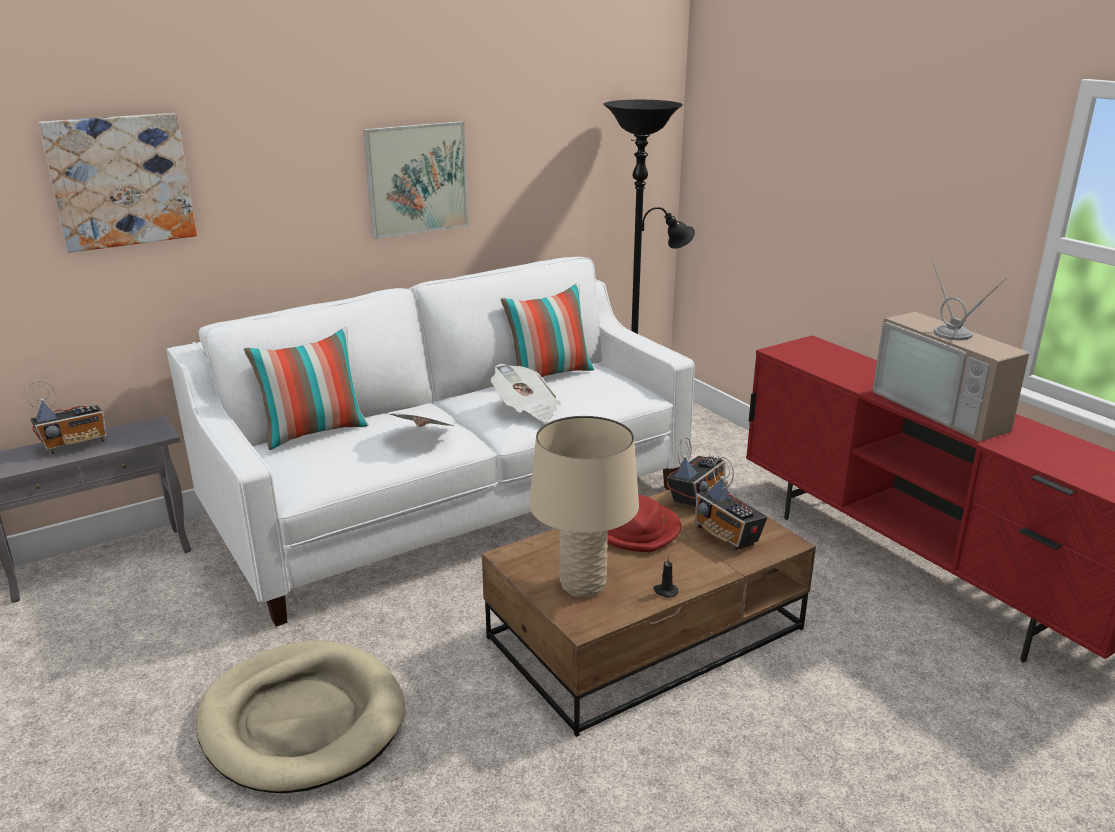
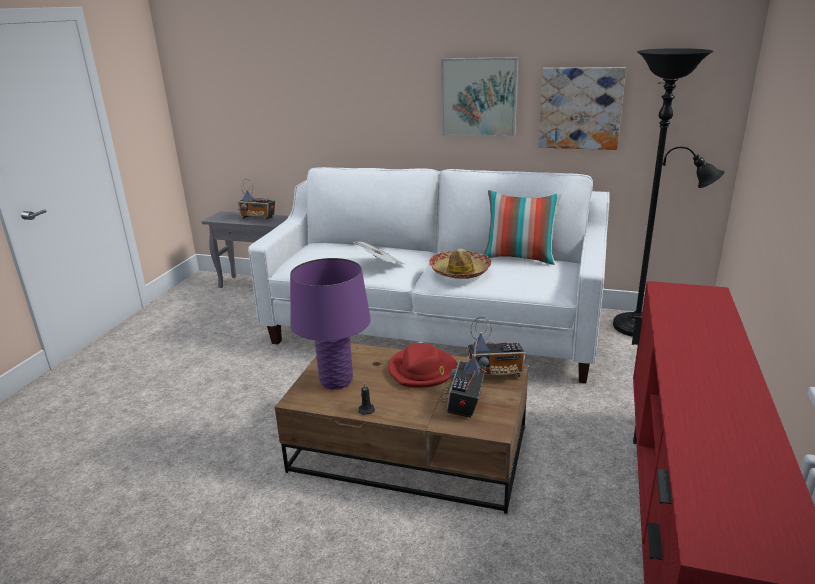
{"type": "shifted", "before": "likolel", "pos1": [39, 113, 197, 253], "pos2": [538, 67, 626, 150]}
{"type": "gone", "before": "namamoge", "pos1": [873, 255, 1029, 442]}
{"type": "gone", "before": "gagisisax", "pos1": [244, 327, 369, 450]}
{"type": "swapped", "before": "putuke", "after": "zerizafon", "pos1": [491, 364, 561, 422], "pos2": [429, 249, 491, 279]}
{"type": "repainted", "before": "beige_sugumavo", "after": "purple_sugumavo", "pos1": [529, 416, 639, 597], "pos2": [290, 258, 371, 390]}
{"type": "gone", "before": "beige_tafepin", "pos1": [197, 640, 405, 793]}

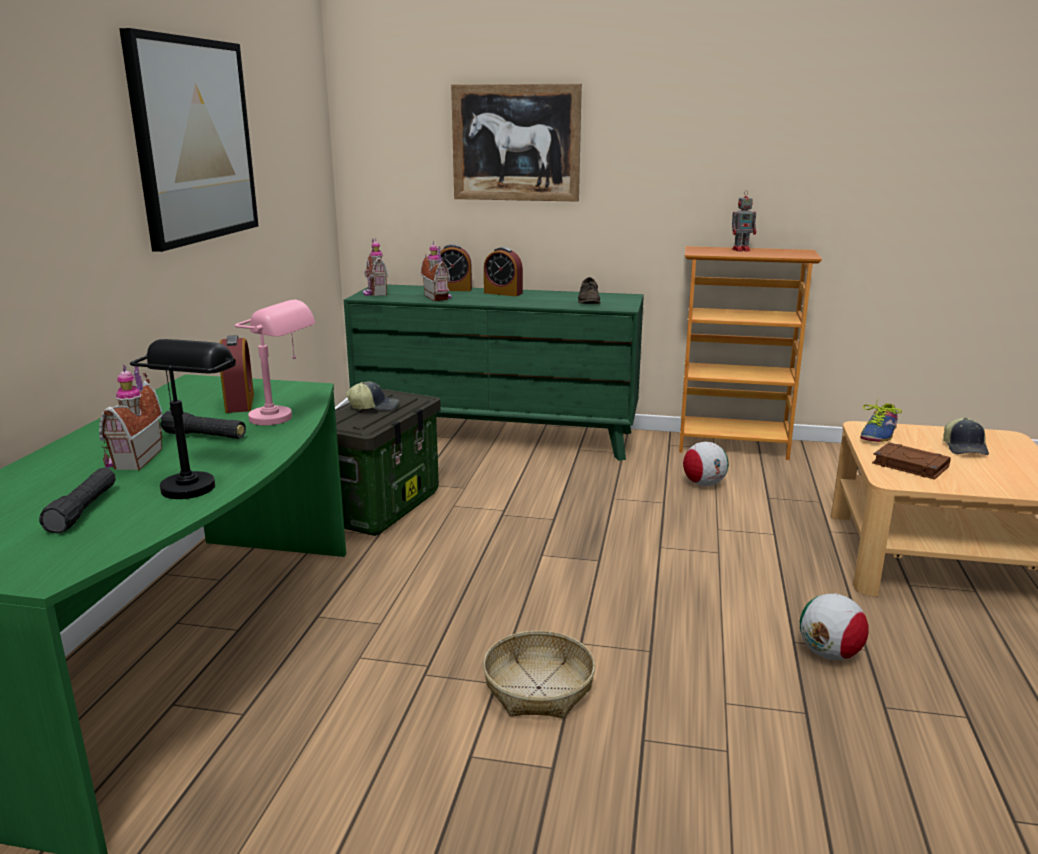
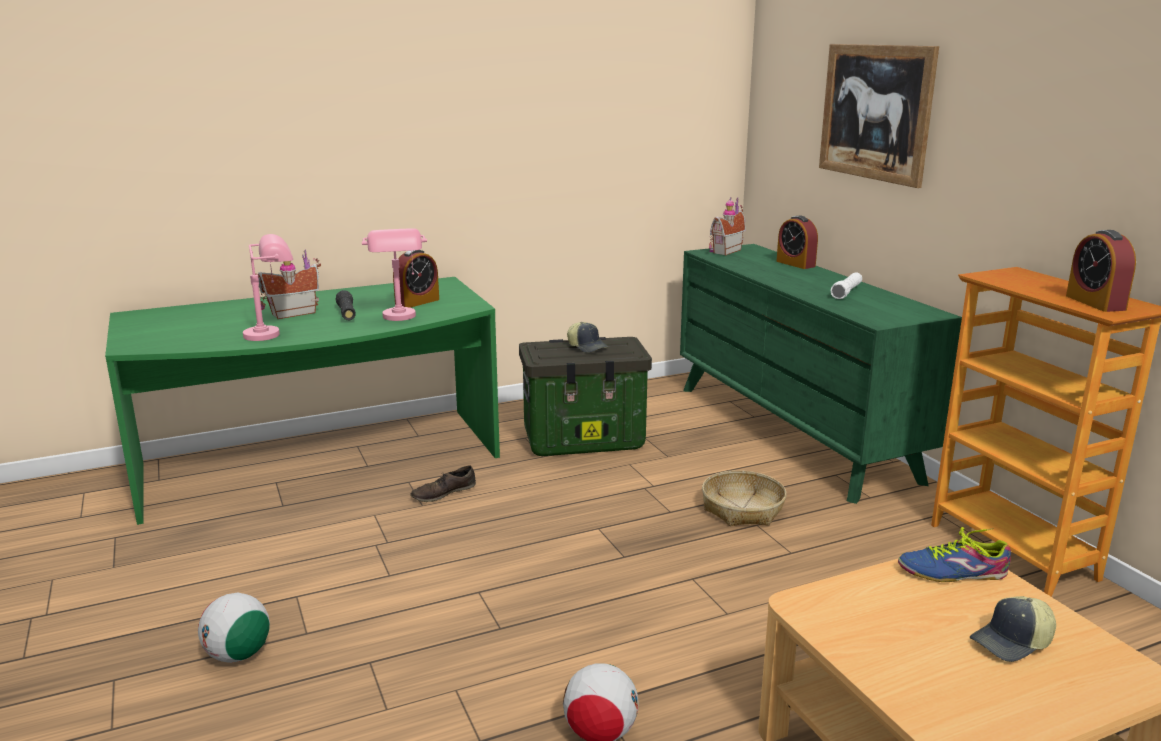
{"type": "gone", "before": "likolel", "pos1": [119, 28, 259, 252]}
{"type": "gone", "before": "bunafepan", "pos1": [732, 190, 756, 252]}
{"type": "gone", "before": "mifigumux", "pos1": [420, 241, 451, 301]}
{"type": "shifted", "before": "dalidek", "pos1": [484, 247, 523, 296], "pos2": [1066, 230, 1136, 312]}
{"type": "shifted", "before": "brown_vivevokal", "pos1": [578, 277, 601, 304], "pos2": [410, 466, 476, 502]}
{"type": "repainted", "before": "black_sugumavo", "after": "pink_sugumavo", "pos1": [130, 339, 236, 499], "pos2": [243, 234, 293, 341]}
{"type": "shifted", "before": "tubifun", "pos1": [683, 442, 729, 486], "pos2": [198, 592, 270, 663]}
{"type": "gone", "before": "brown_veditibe", "pos1": [872, 442, 951, 479]}
{"type": "gone", "before": "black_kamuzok", "pos1": [39, 468, 116, 534]}
{"type": "shifted", "before": "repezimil", "pos1": [483, 631, 595, 718], "pos2": [702, 470, 787, 526]}
{"type": "new", "after": "white_kamuzok", "pos2": [831, 273, 862, 299]}

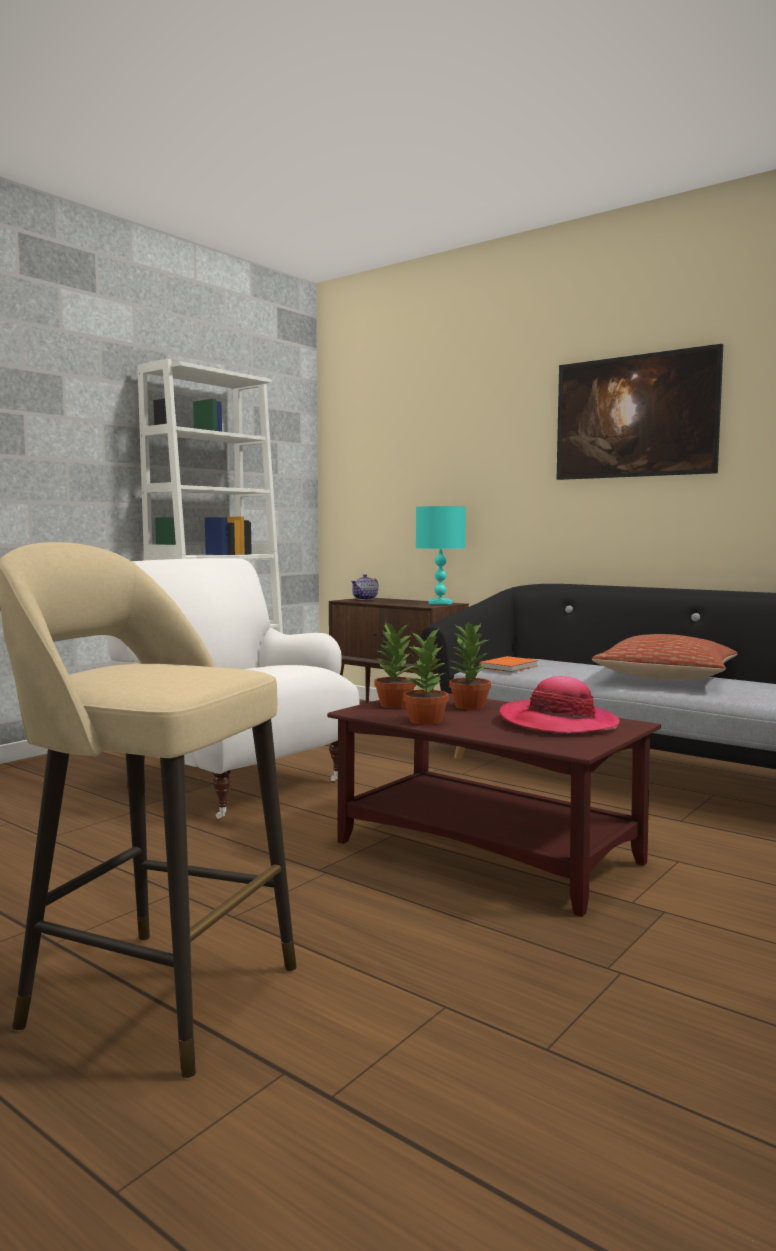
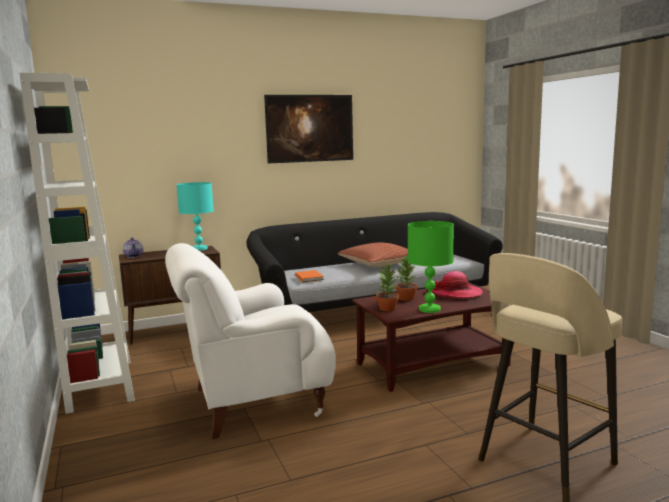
{"type": "swapped", "before": "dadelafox", "after": "green_sugumavo", "pos1": [404, 628, 449, 725], "pos2": [408, 221, 454, 313]}

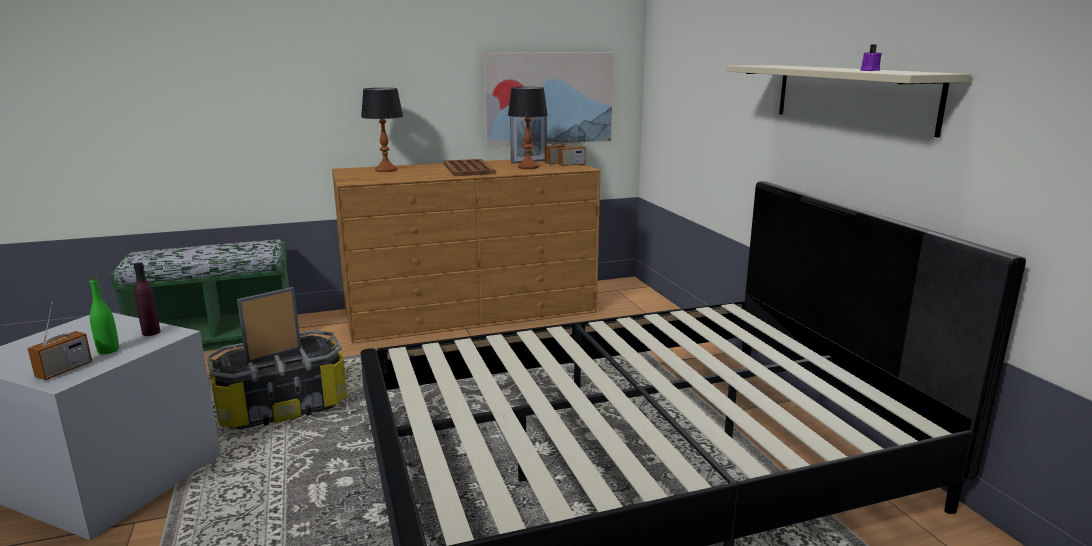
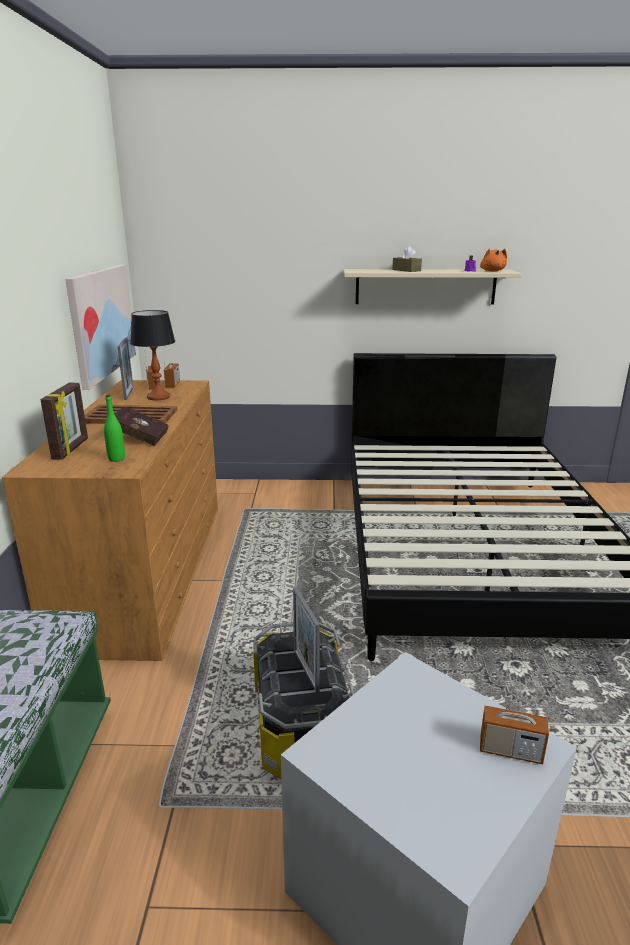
{"type": "swapped", "before": "sugumavo", "after": "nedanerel", "pos1": [361, 88, 403, 172], "pos2": [40, 383, 88, 460]}
{"type": "gone", "before": "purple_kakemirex", "pos1": [133, 262, 161, 336]}
{"type": "shifted", "before": "green_kakemirex", "pos1": [90, 277, 119, 354], "pos2": [104, 395, 125, 462]}
{"type": "rotated", "before": "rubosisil", "pos1": [27, 302, 92, 380], "pos2": [480, 675, 549, 764], "turn": 150}
{"type": "new", "after": "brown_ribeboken", "pos2": [392, 246, 422, 272]}
{"type": "new", "after": "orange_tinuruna", "pos2": [480, 248, 507, 272]}
{"type": "new", "after": "red_veditibe", "pos2": [115, 406, 169, 446]}

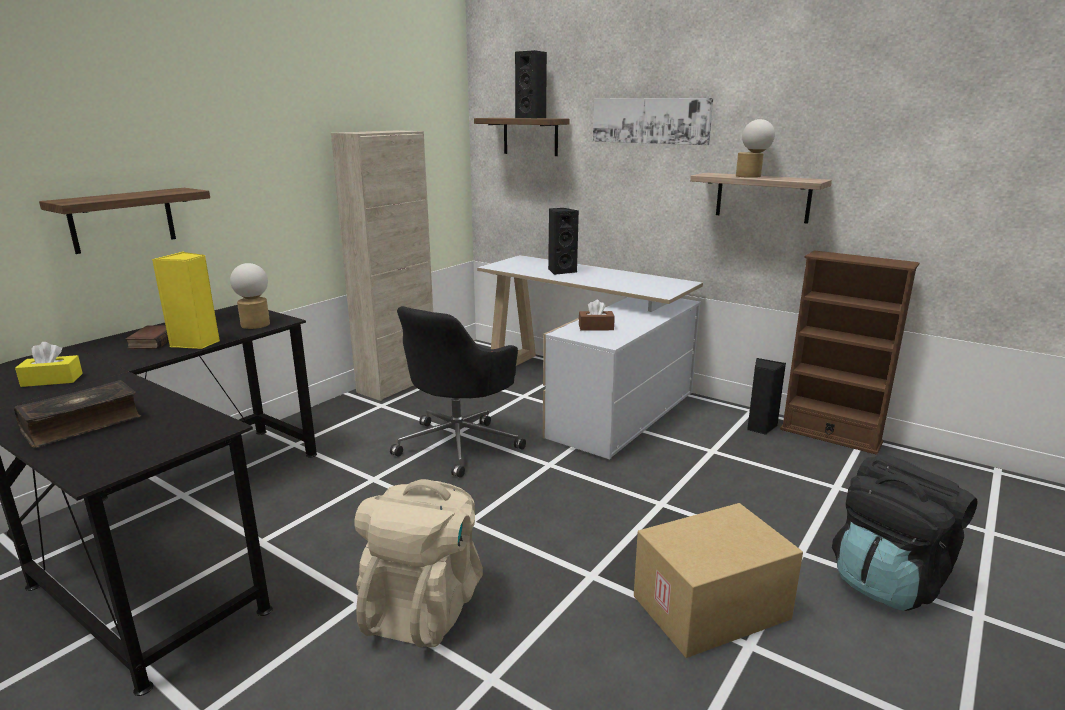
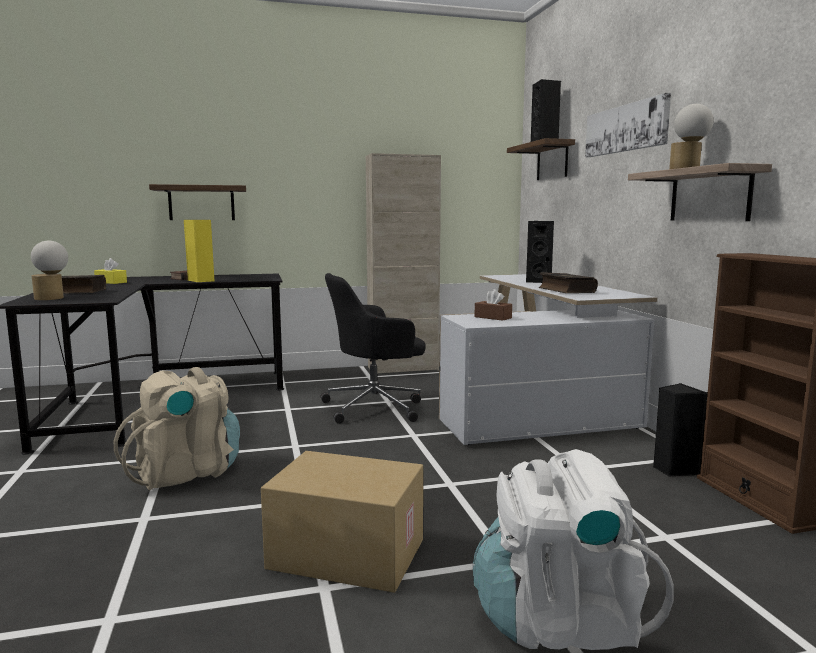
{"type": "shifted", "before": "sugumavo", "pos1": [230, 263, 270, 329], "pos2": [31, 241, 68, 300]}
{"type": "repainted", "before": "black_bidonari", "after": "white_bidonari", "pos1": [832, 454, 977, 611], "pos2": [473, 449, 674, 650]}
{"type": "new", "after": "veditibe", "pos2": [539, 272, 598, 293]}

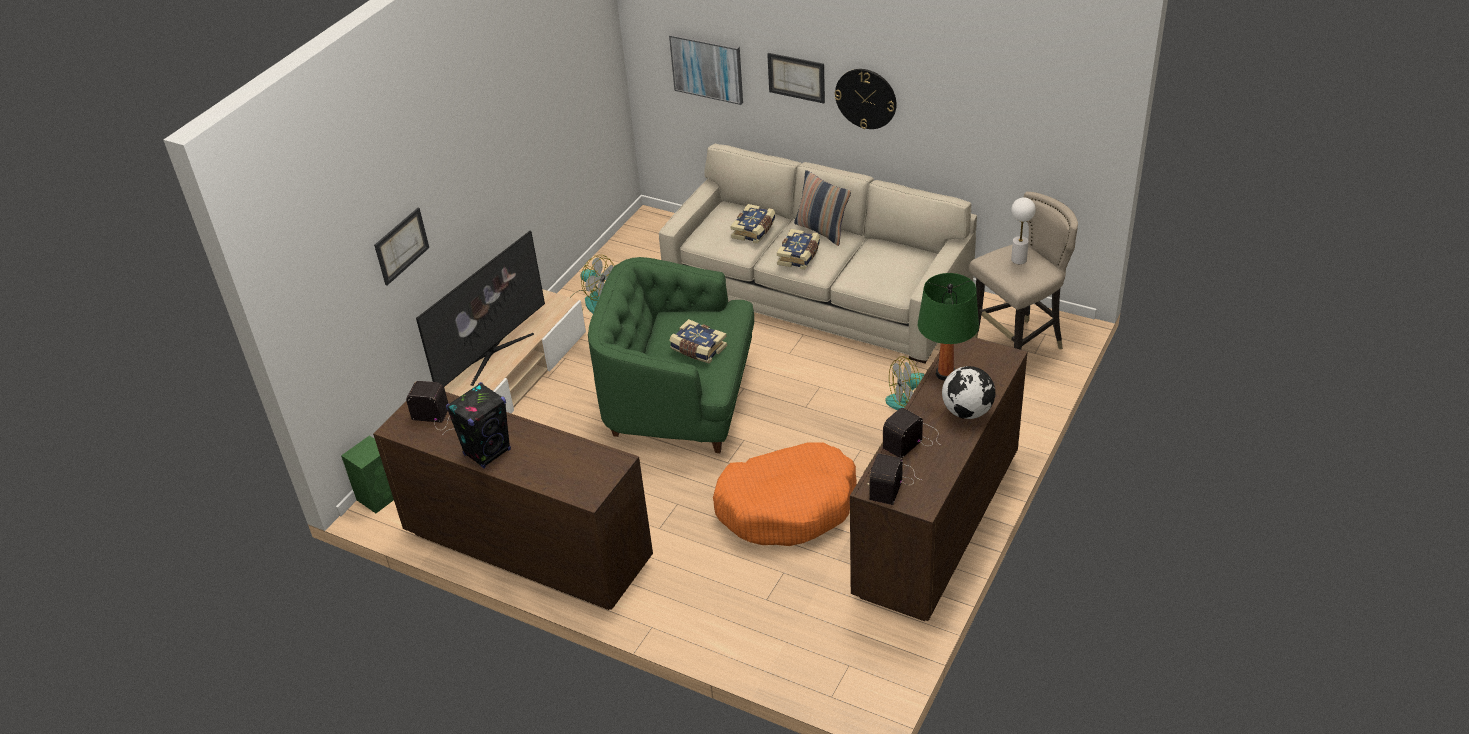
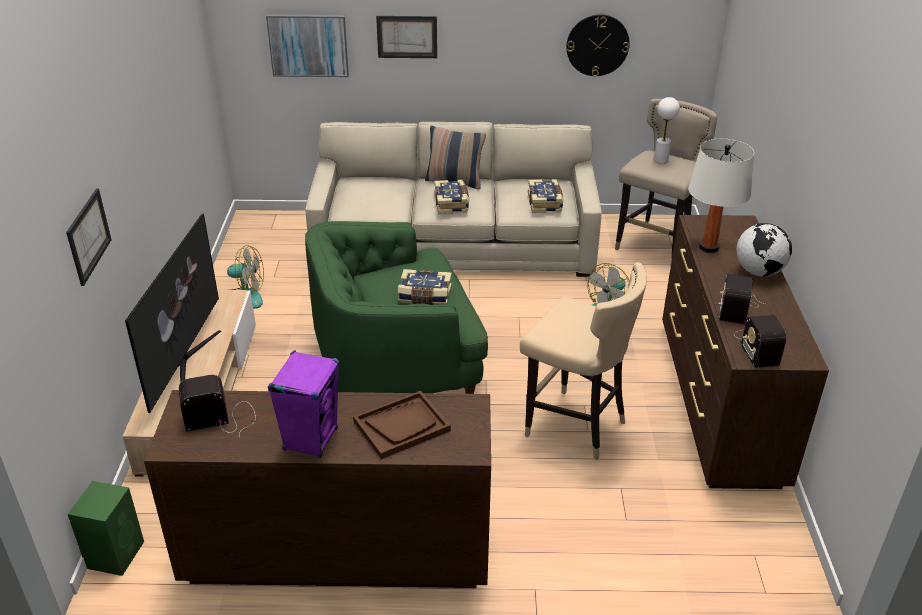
{"type": "shifted", "before": "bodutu", "pos1": [835, 69, 897, 129], "pos2": [566, 14, 630, 77]}
{"type": "shifted", "before": "veditibe", "pos1": [730, 204, 776, 244], "pos2": [528, 179, 563, 213]}
{"type": "repainted", "before": "green_sugumavo", "after": "white_sugumavo", "pos1": [918, 273, 979, 381], "pos2": [688, 139, 754, 253]}
{"type": "repainted", "before": "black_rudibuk", "after": "purple_rudibuk", "pos1": [446, 382, 511, 468], "pos2": [268, 350, 339, 458]}
{"type": "swapped", "before": "orange_tafepin", "after": "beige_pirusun", "pos1": [713, 442, 857, 546], "pos2": [520, 262, 647, 460]}
{"type": "new", "after": "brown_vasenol", "pos2": [353, 391, 451, 459]}

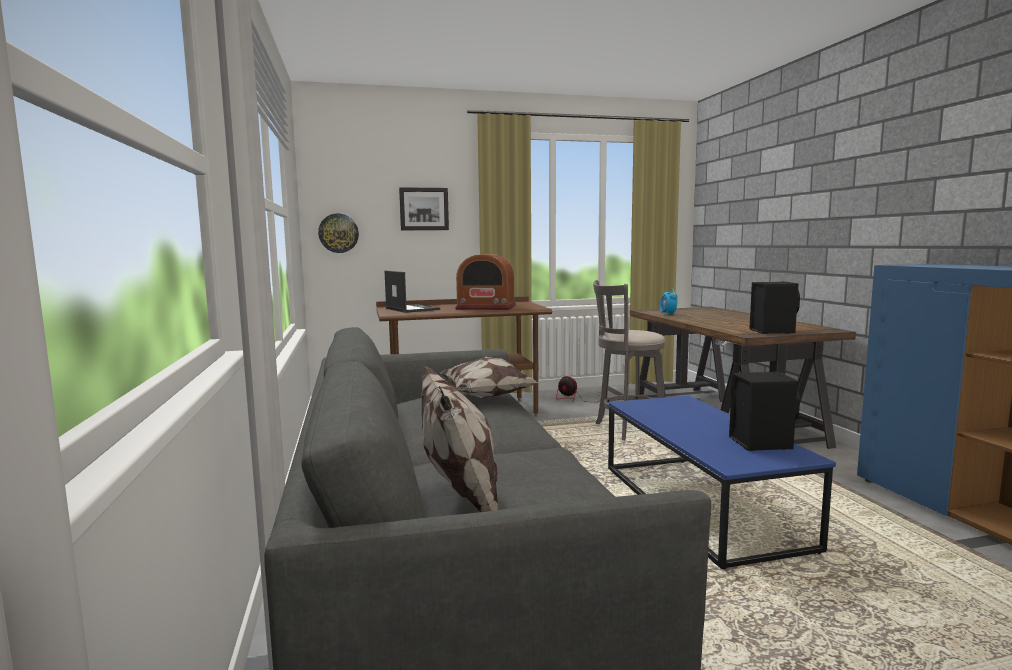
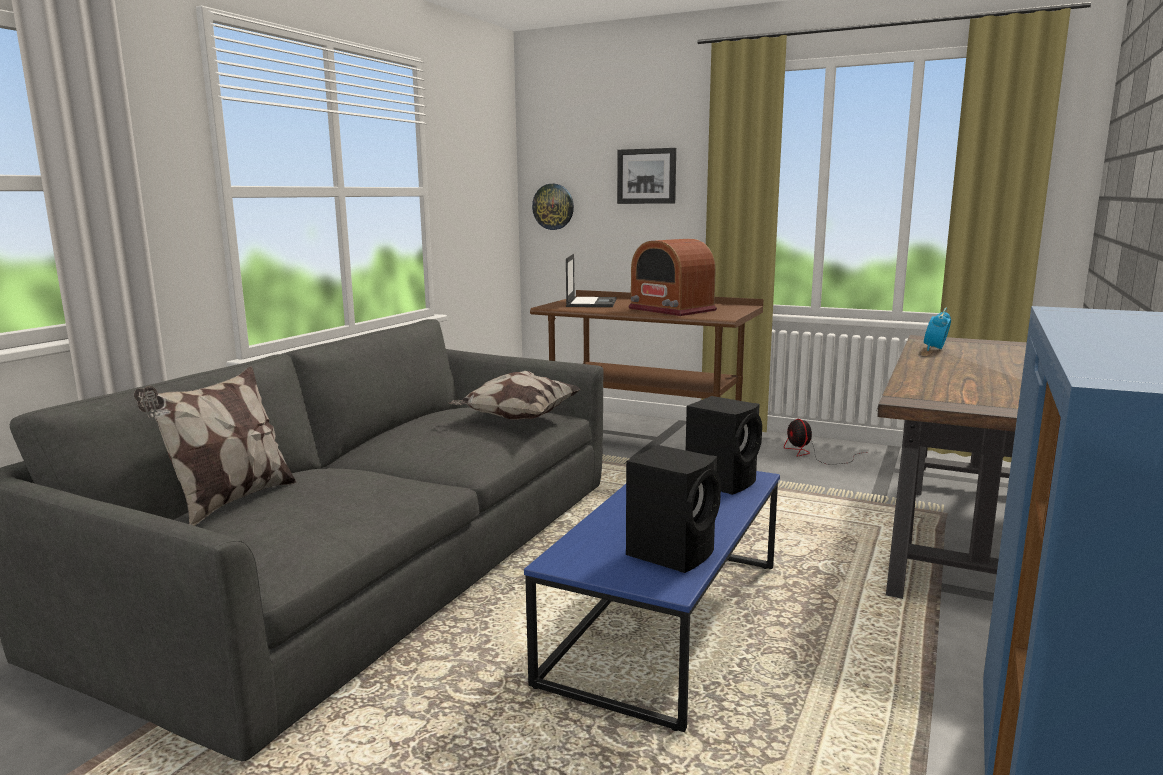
{"type": "gone", "before": "grey_pirusun", "pos1": [593, 280, 665, 440]}
{"type": "shifted", "before": "black_rudibuk", "pos1": [750, 282, 800, 334], "pos2": [686, 396, 762, 495]}

